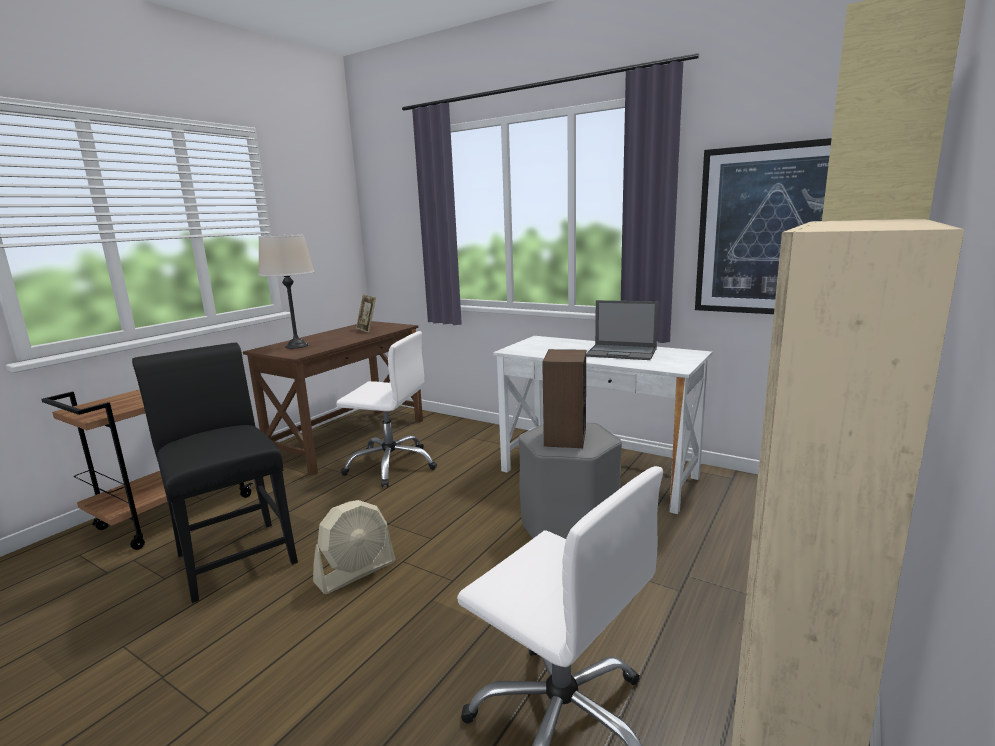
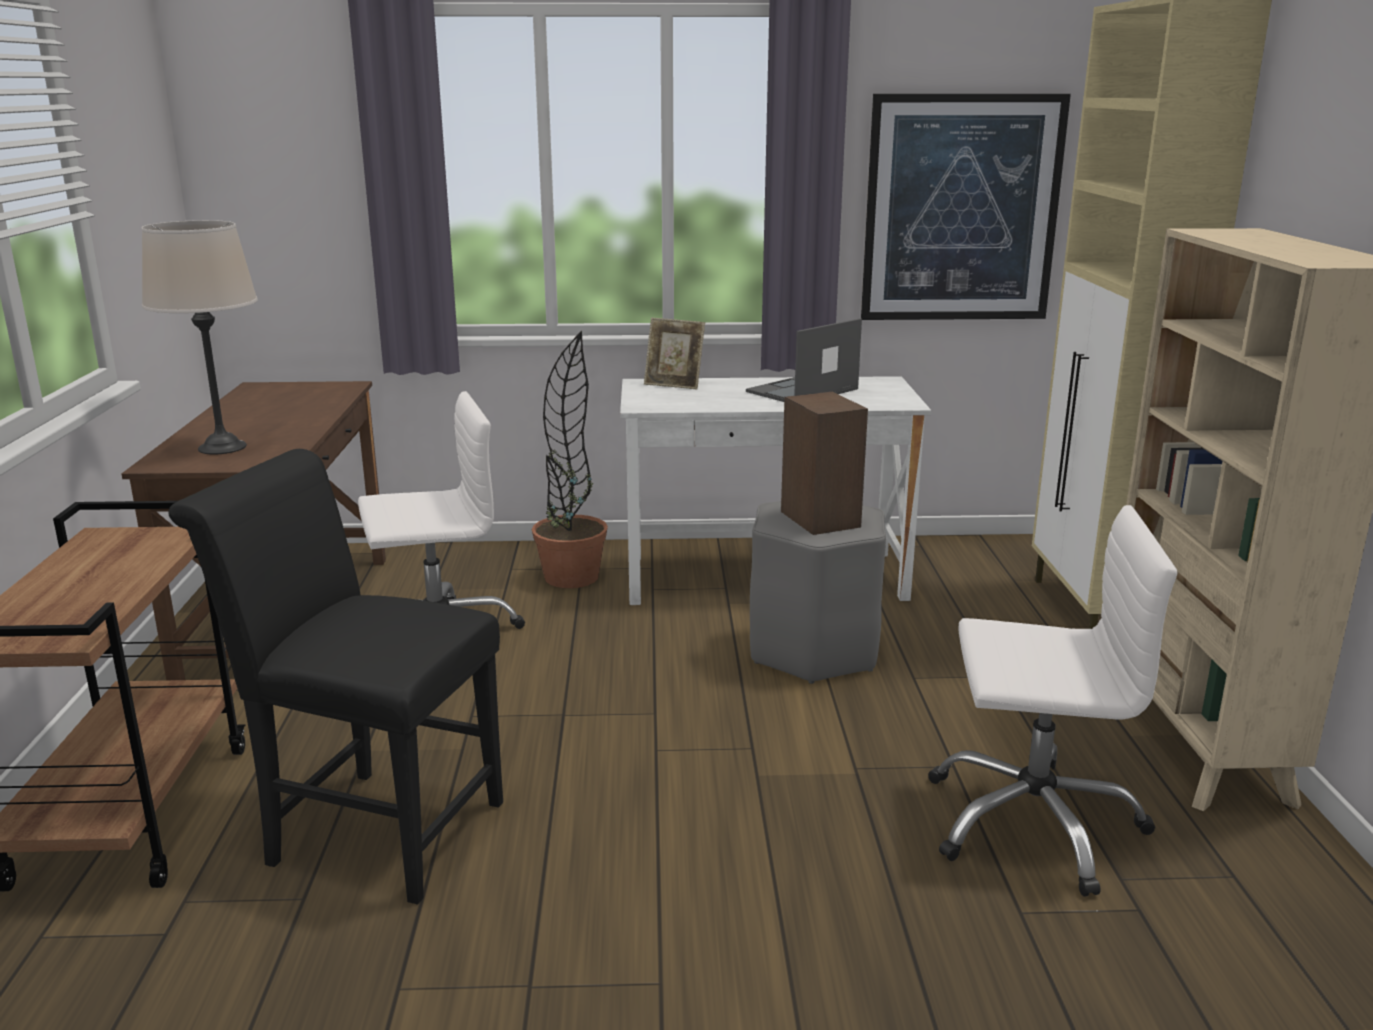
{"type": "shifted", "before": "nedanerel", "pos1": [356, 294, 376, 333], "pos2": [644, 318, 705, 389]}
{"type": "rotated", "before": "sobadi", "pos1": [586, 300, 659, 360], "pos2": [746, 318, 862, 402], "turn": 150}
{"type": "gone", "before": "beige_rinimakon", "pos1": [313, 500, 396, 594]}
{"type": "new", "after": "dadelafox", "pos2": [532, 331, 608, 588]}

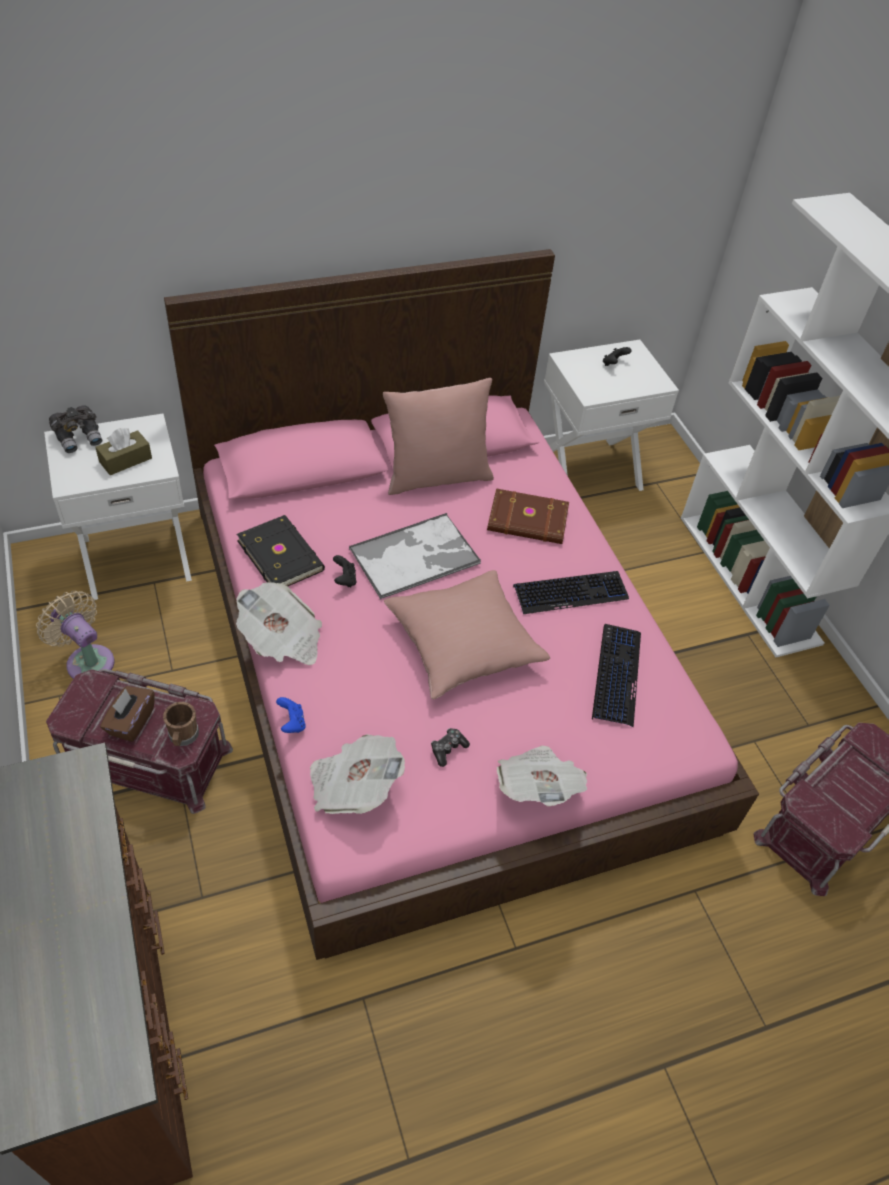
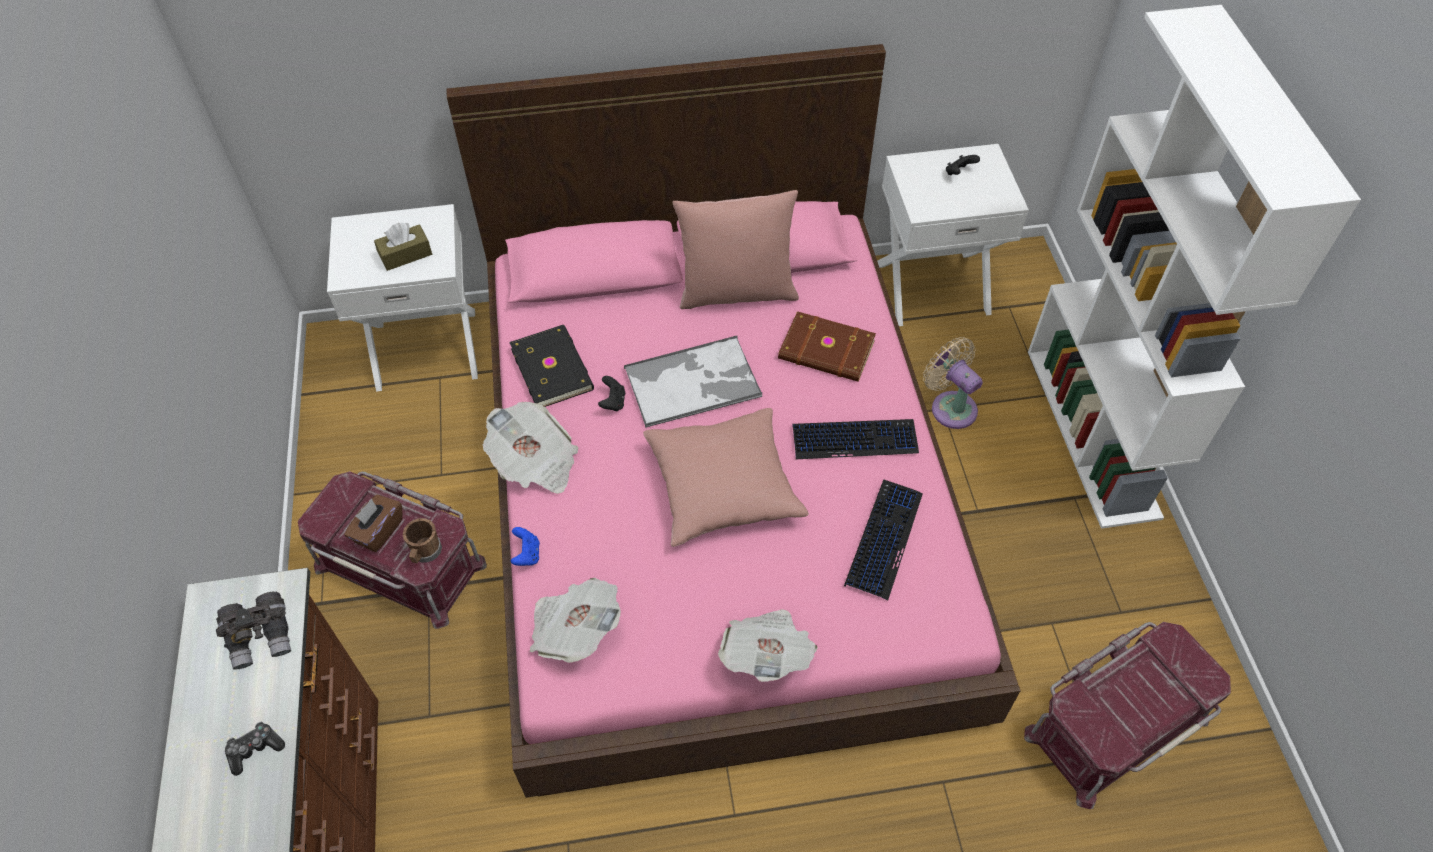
{"type": "shifted", "before": "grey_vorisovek", "pos1": [49, 406, 103, 453], "pos2": [216, 591, 291, 670]}
{"type": "shifted", "before": "beige_rinimakon", "pos1": [36, 591, 114, 679], "pos2": [923, 337, 983, 429]}
{"type": "shifted", "before": "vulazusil", "pos1": [431, 728, 470, 767], "pos2": [225, 722, 285, 776]}

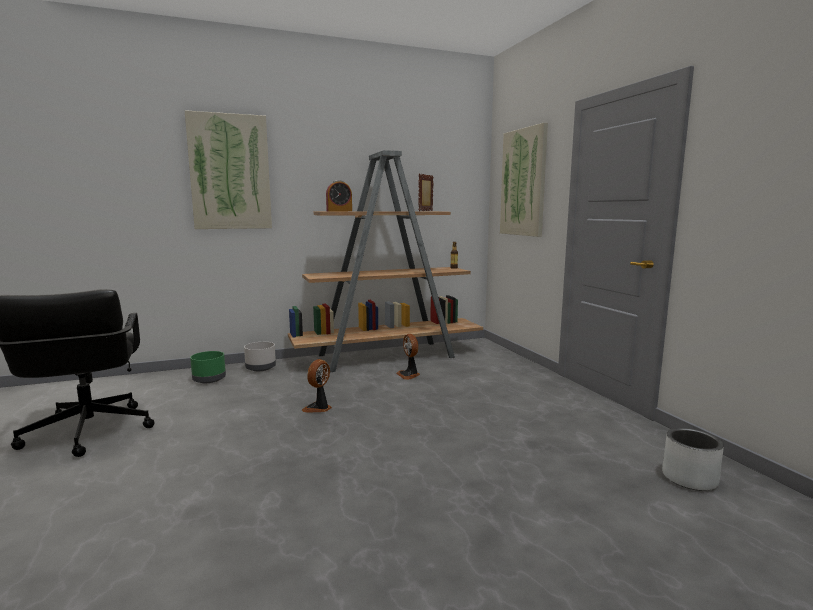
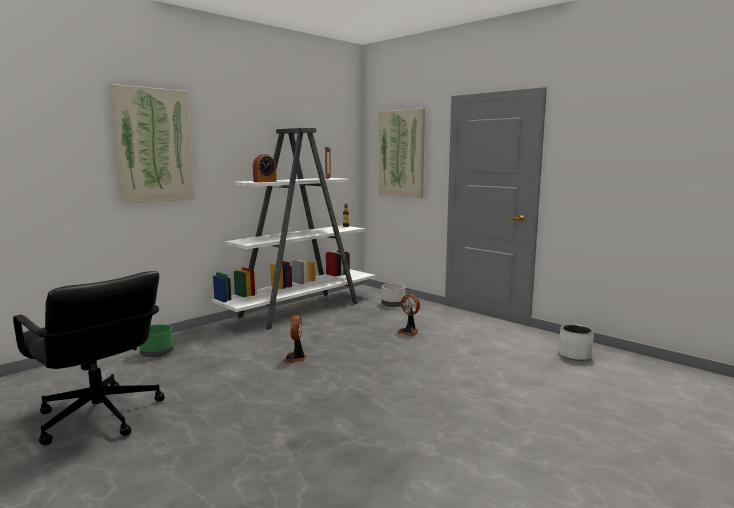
{"type": "repainted", "before": "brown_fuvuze", "after": "white_fuvuze", "pos1": [288, 150, 483, 373], "pos2": [212, 128, 375, 330]}
{"type": "shifted", "before": "rinimakon", "pos1": [396, 334, 420, 380], "pos2": [397, 294, 420, 336]}
{"type": "shifted", "before": "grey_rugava", "pos1": [244, 342, 276, 371], "pos2": [381, 283, 405, 307]}

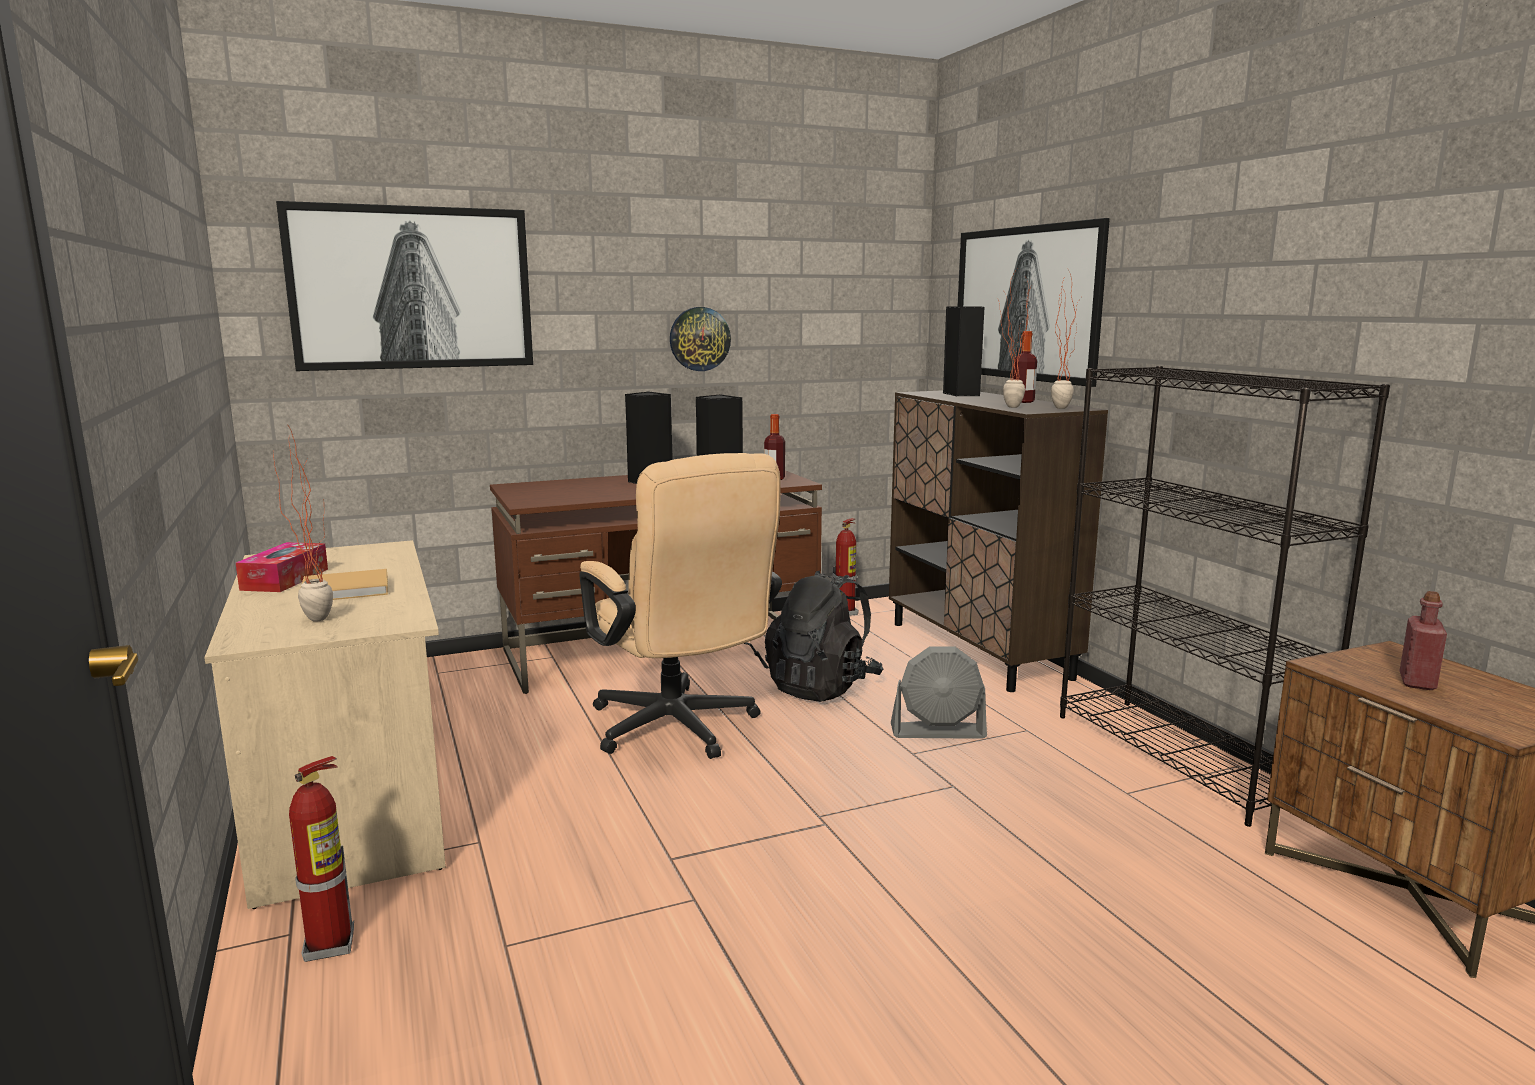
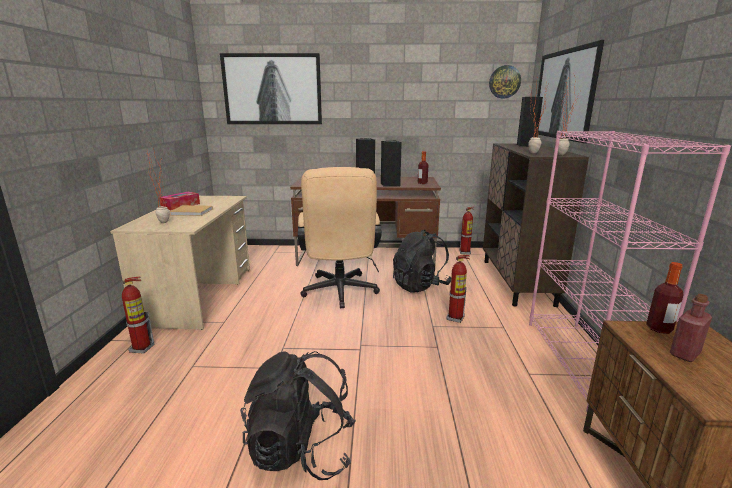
{"type": "shifted", "before": "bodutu", "pos1": [670, 307, 731, 371], "pos2": [489, 65, 521, 98]}
{"type": "shifted", "before": "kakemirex", "pos1": [1013, 331, 1037, 403], "pos2": [646, 262, 684, 334]}
{"type": "repainted", "before": "black_fuvuze", "after": "pink_fuvuze", "pos1": [1060, 366, 1390, 827], "pos2": [529, 131, 731, 412]}
{"type": "swapped", "before": "grey_rinimakon", "after": "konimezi", "pos1": [891, 646, 987, 739], "pos2": [446, 255, 470, 323]}
{"type": "new", "after": "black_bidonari", "pos2": [240, 351, 356, 480]}

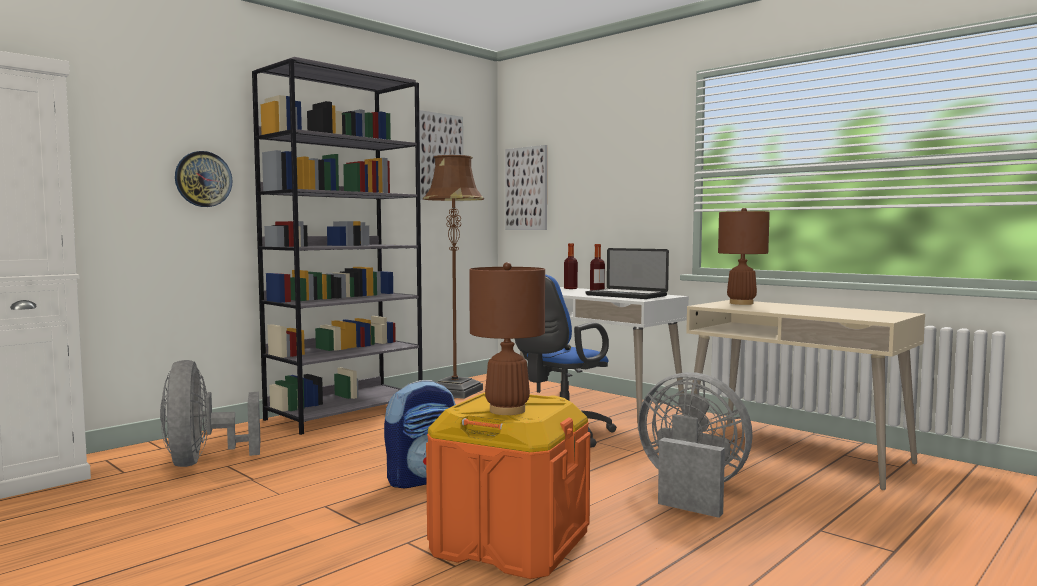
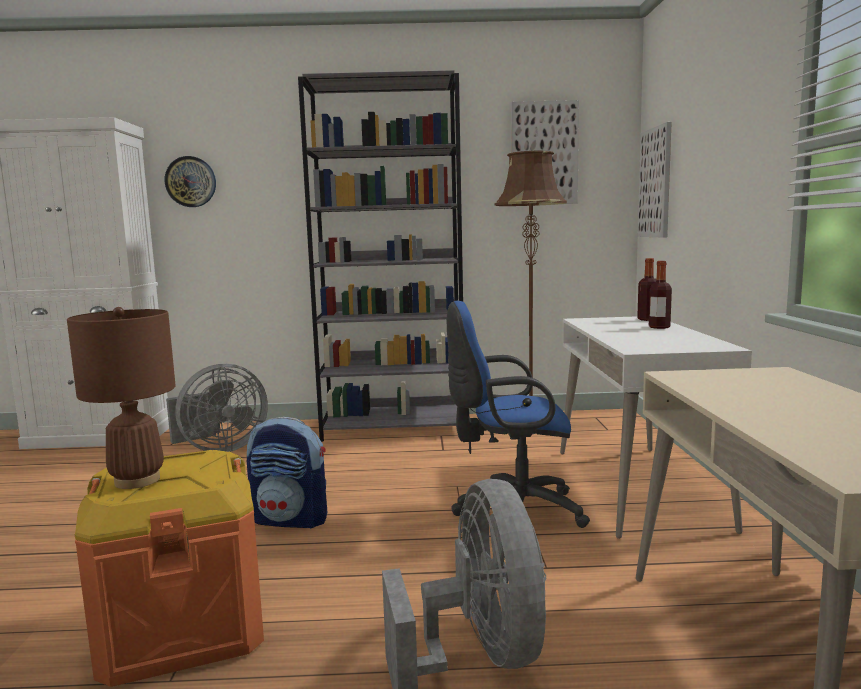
{"type": "shifted", "before": "bodutu", "pos1": [175, 151, 233, 207], "pos2": [165, 156, 216, 207]}
{"type": "gone", "before": "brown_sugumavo", "pos1": [718, 208, 770, 305]}
{"type": "gone", "before": "sobadi", "pos1": [586, 248, 669, 299]}
{"type": "rotated", "before": "grey_rinimakon", "pos1": [160, 360, 260, 467], "pos2": [166, 364, 268, 452], "turn": -150}

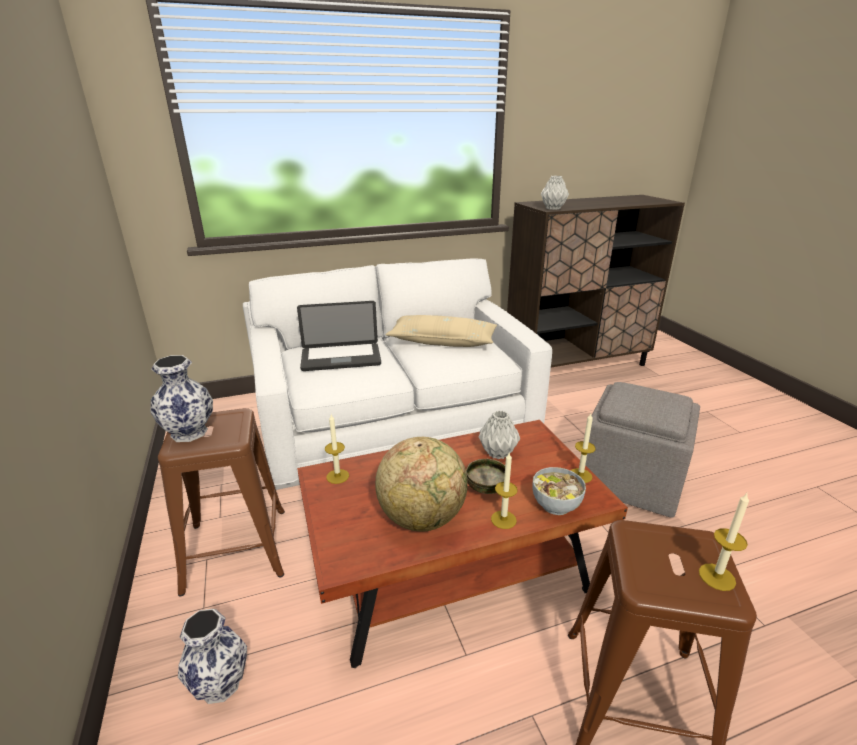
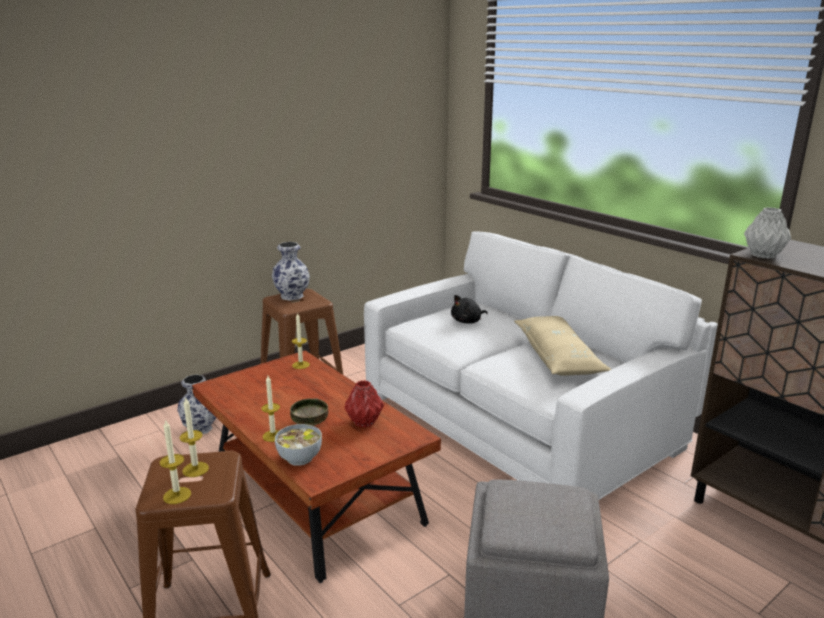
{"type": "swapped", "before": "sobadi", "after": "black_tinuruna", "pos1": [297, 301, 381, 371], "pos2": [451, 295, 488, 324]}
{"type": "repainted", "before": "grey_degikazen", "after": "red_degikazen", "pos1": [479, 410, 520, 459], "pos2": [344, 380, 384, 428]}
{"type": "shifted", "before": "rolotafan", "pos1": [571, 413, 596, 483], "pos2": [180, 398, 209, 477]}
{"type": "gone", "before": "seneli", "pos1": [375, 437, 468, 531]}

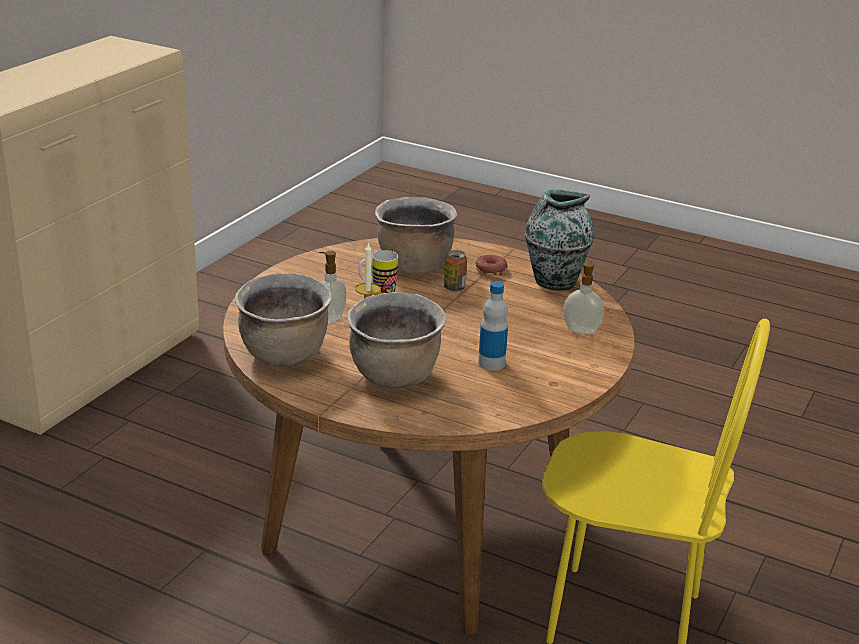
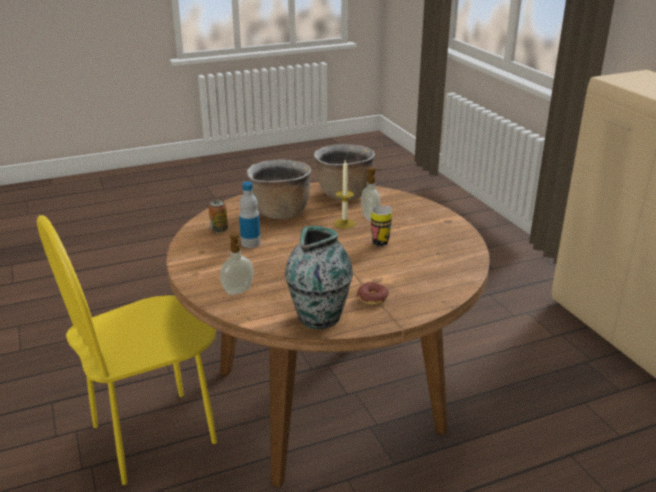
{"type": "gone", "before": "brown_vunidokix", "pos1": [375, 197, 457, 274]}
{"type": "shifted", "before": "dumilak", "pos1": [444, 250, 467, 292], "pos2": [209, 200, 228, 233]}

